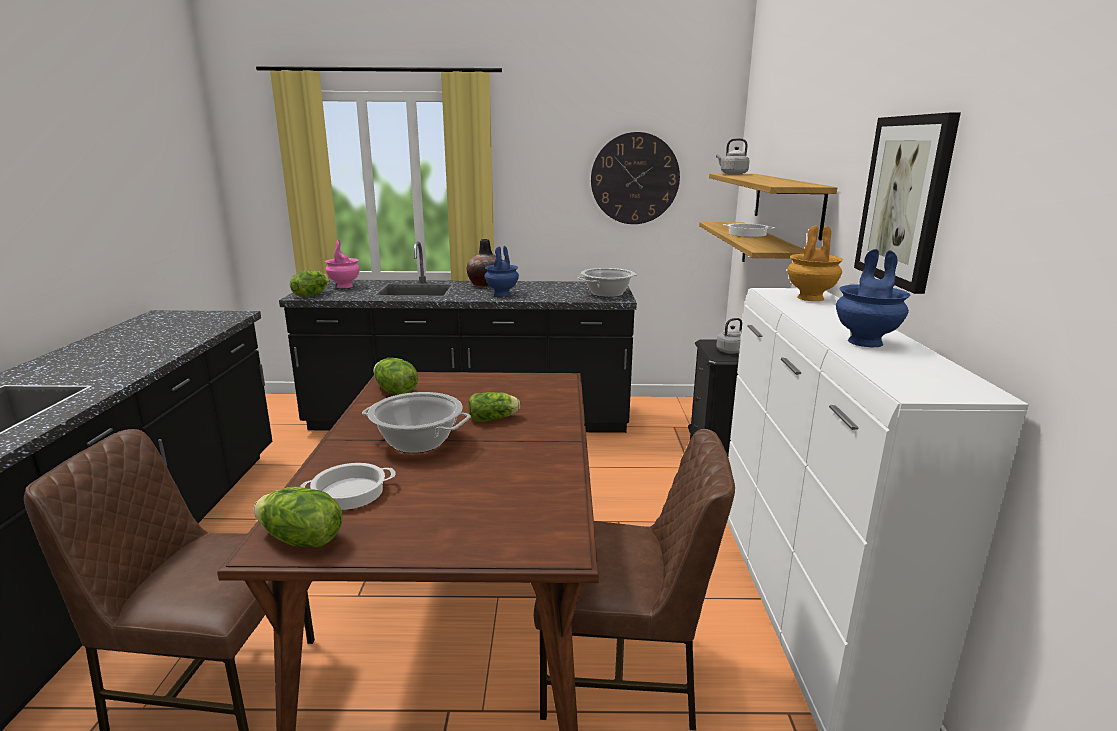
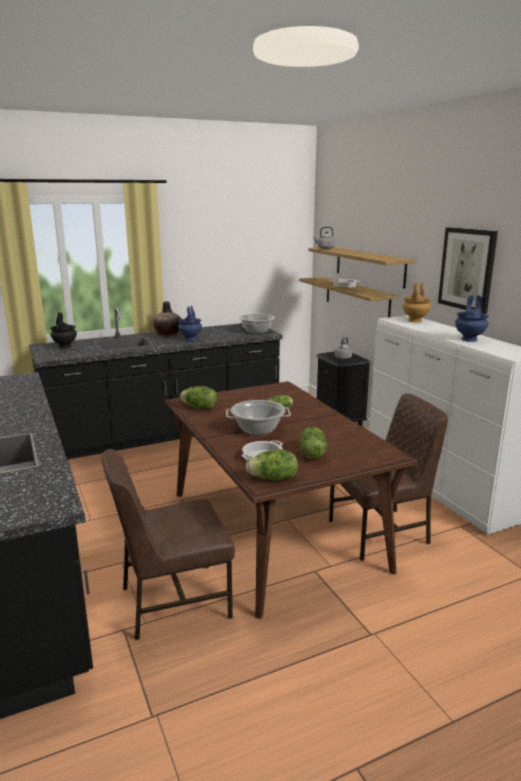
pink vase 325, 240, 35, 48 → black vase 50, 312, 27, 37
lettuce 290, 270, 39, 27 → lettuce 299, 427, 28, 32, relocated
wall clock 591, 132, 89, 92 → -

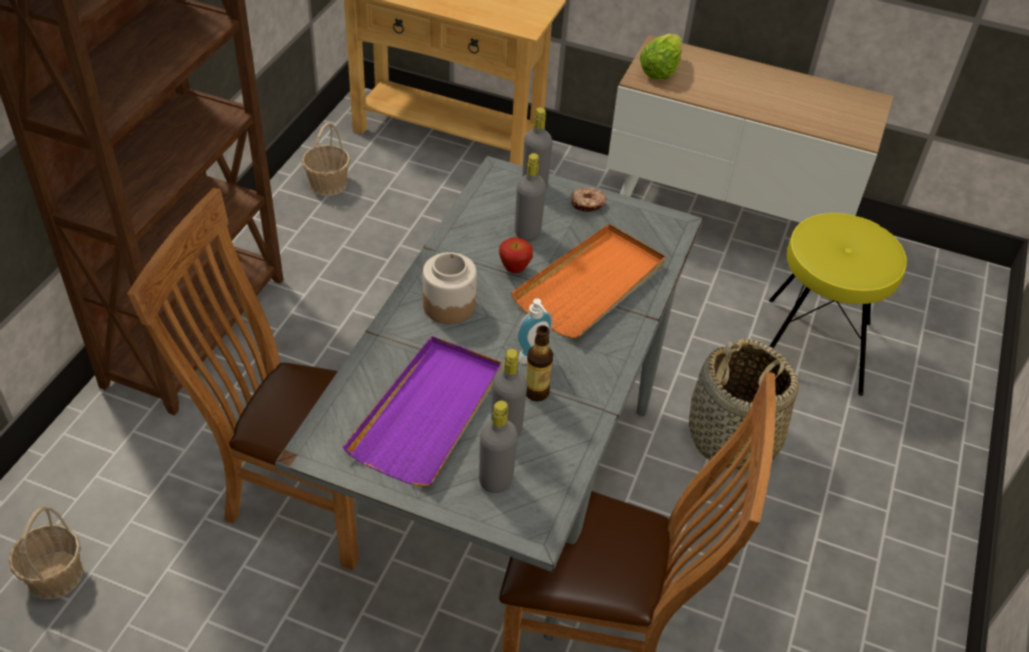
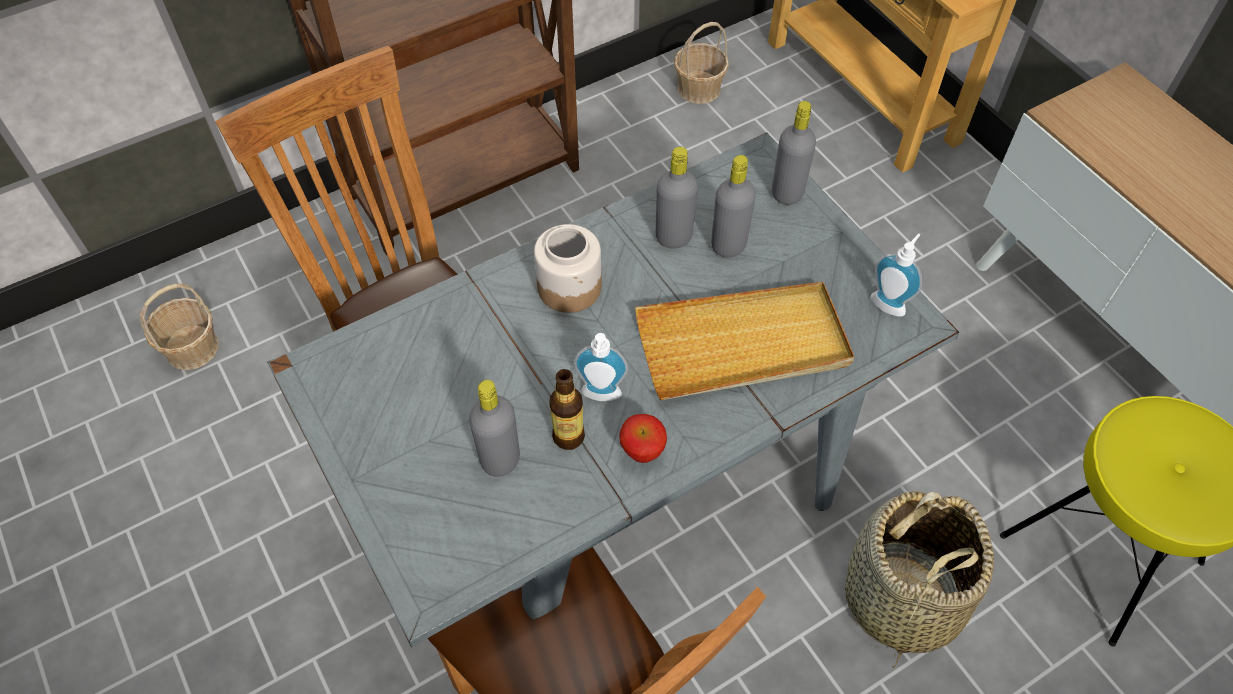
apple 499, 237, 34, 36 → apple 619, 414, 48, 49, relocated
orange tray 511, 224, 155, 115 → beige tray 635, 282, 219, 118
grey bottle 479, 401, 39, 92 → grey bottle 656, 147, 42, 102, relocated
- → soap dispenser 871, 234, 51, 83
purple tray 343, 336, 159, 151 → -
donut 571, 188, 36, 24 → -
lettuce 640, 34, 42, 45 → -

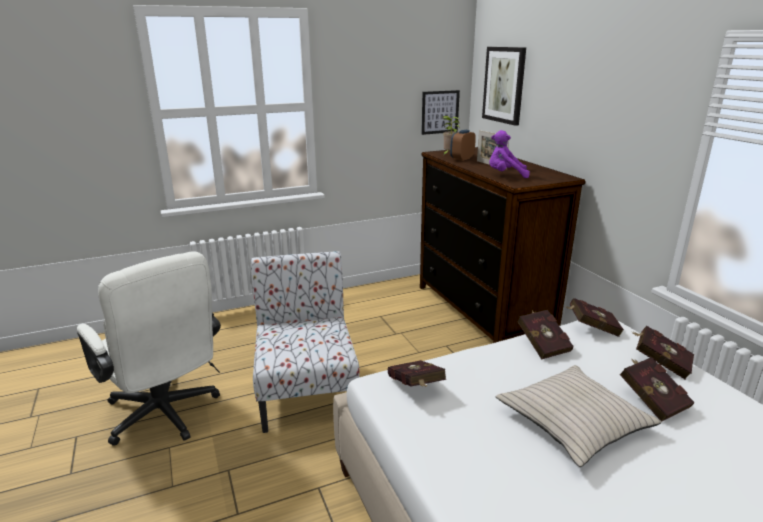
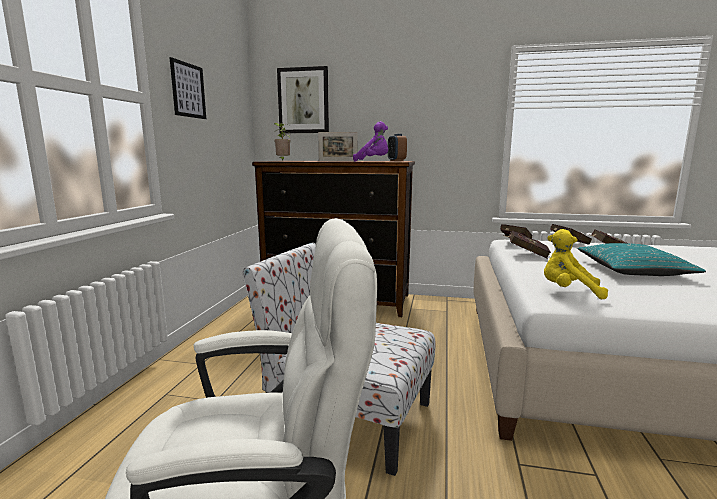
picture 421, 90, 39, 45 → picture 169, 57, 37, 62, relocated
purple plush toy 489, 130, 41, 48 → purple plush toy 353, 121, 35, 41, 120 degrees counterclockwise
alarm clock 450, 130, 26, 31 → alarm clock 388, 134, 19, 27, relocated
red book 388, 360, 58, 27 → yellow plush toy 544, 229, 64, 70
beige pillow 496, 365, 166, 102 → turquoise pillow 577, 243, 129, 33

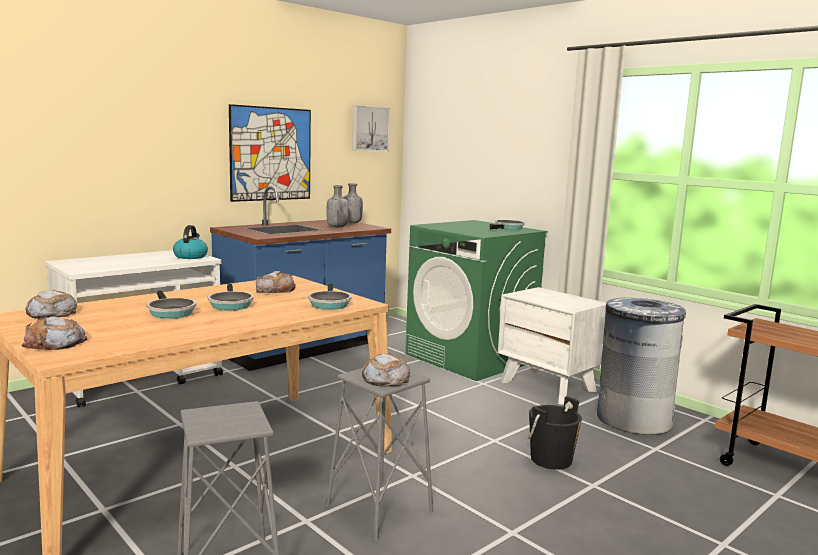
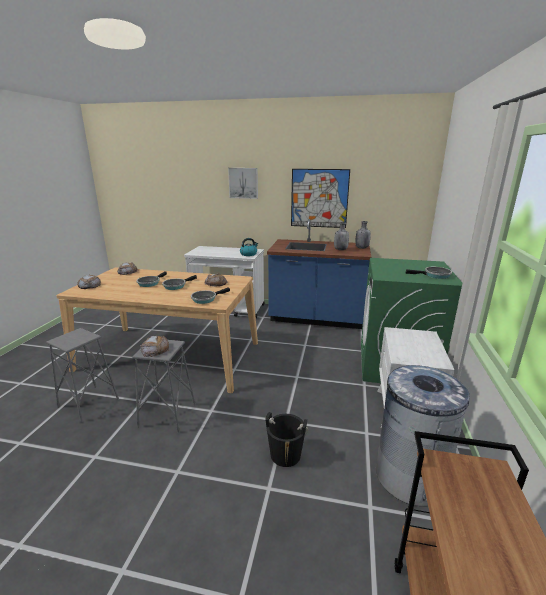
picture 352, 105, 38, 46 → picture 228, 168, 30, 31, relocated

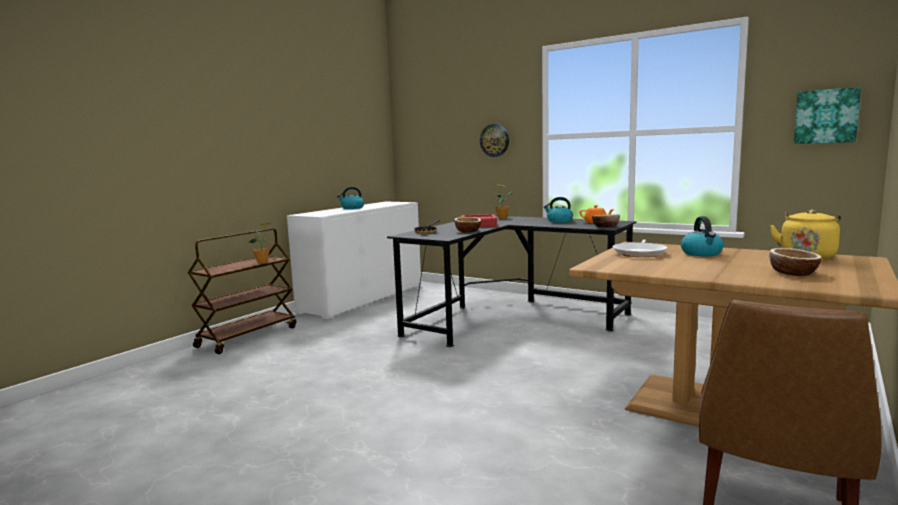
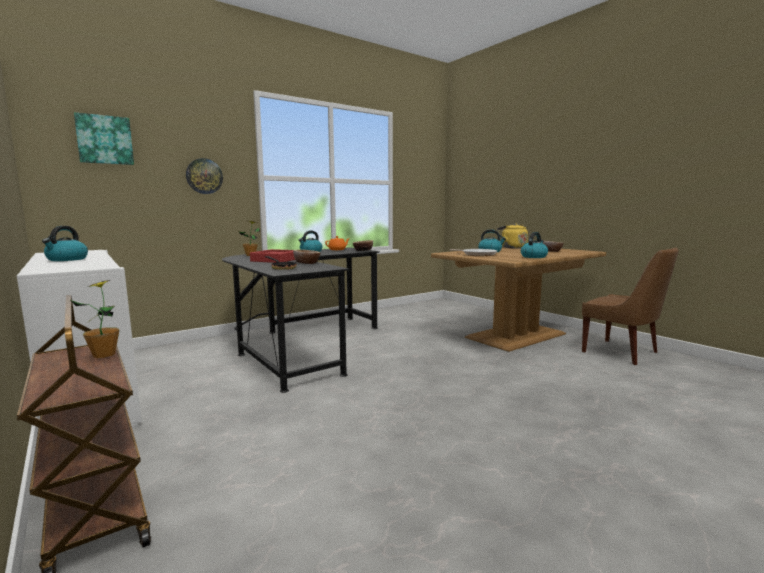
picture 794, 87, 67, 57 → picture 74, 112, 60, 53, relocated
- → kettle 521, 232, 27, 26

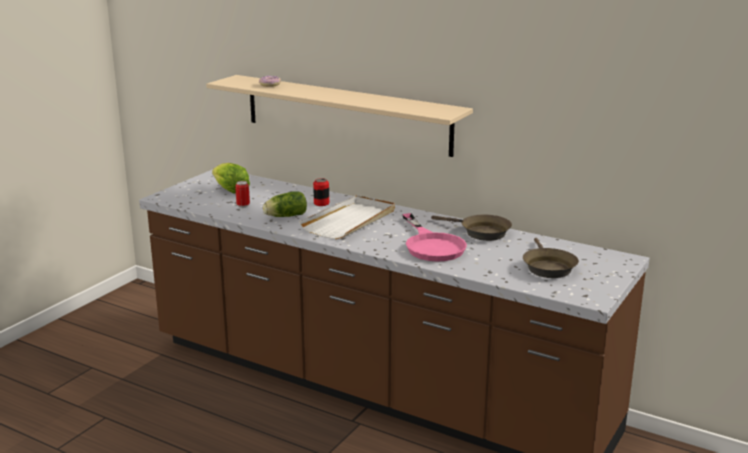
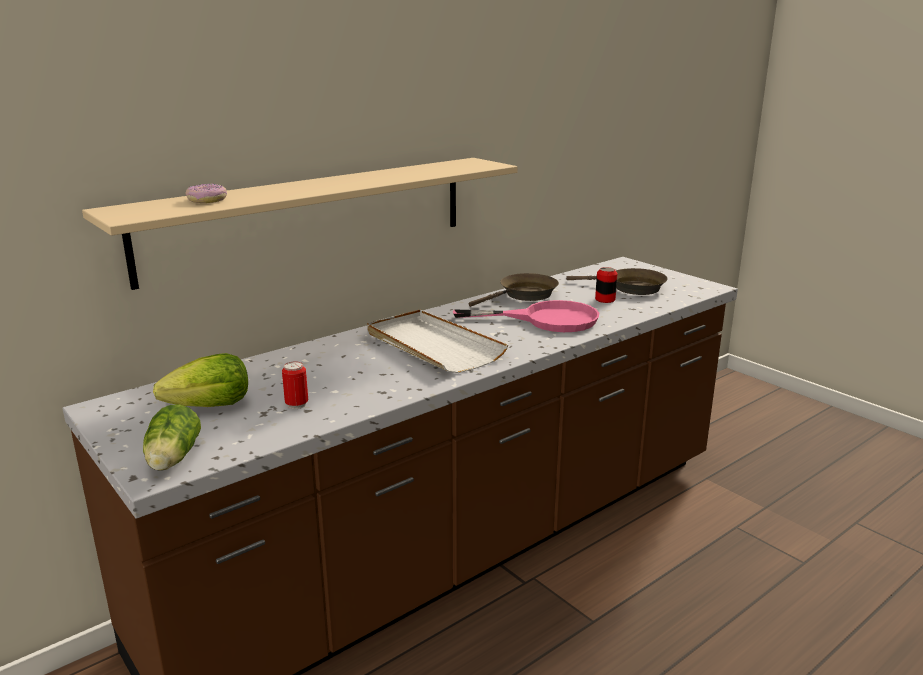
lettuce 263, 191, 44, 26 → lettuce 143, 405, 58, 66, relocated
can 313, 178, 16, 28 → can 595, 267, 23, 36, relocated

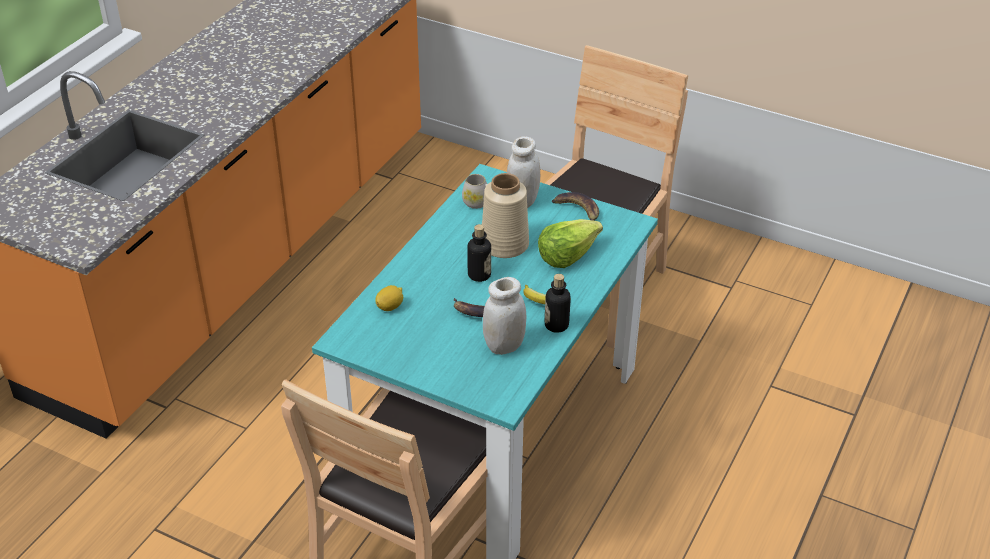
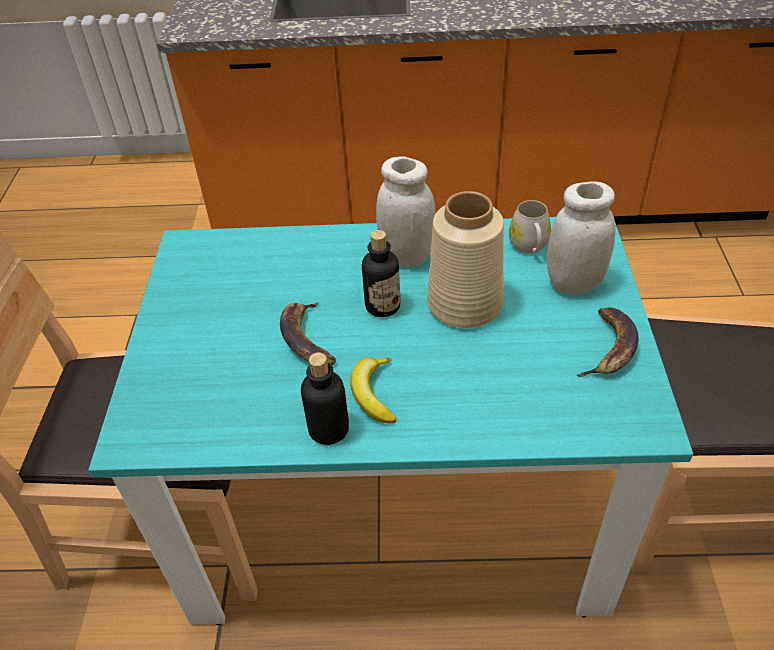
white jar 483, 277, 44, 78 → white jar 376, 156, 59, 111, relocated
lemon 375, 285, 28, 26 → -
lettuce 538, 219, 65, 49 → -

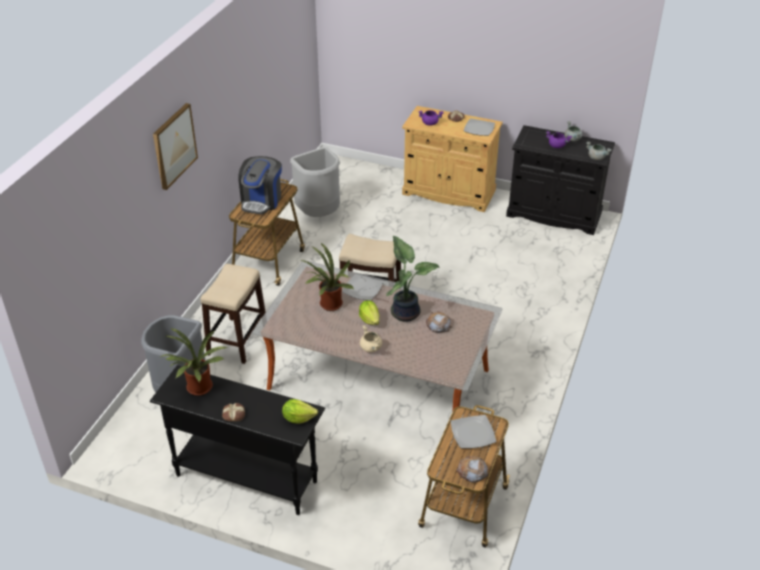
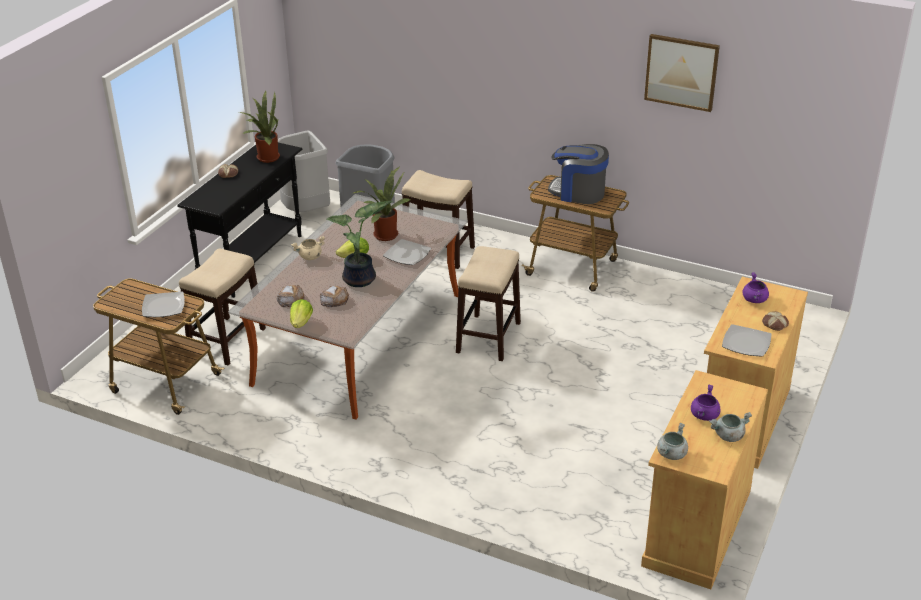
- → stool 179, 249, 87, 116
bread 456, 456, 32, 26 → bread 276, 285, 29, 22, relocated
grey trash can 290, 147, 50, 70 → grey trash can 278, 130, 52, 82, relocated
lettuce 282, 399, 36, 25 → lettuce 290, 299, 23, 29, relocated
black cabinet 506, 125, 109, 110 → beige cabinet 641, 370, 127, 219
picture 153, 103, 45, 87 → picture 644, 34, 76, 78, relocated

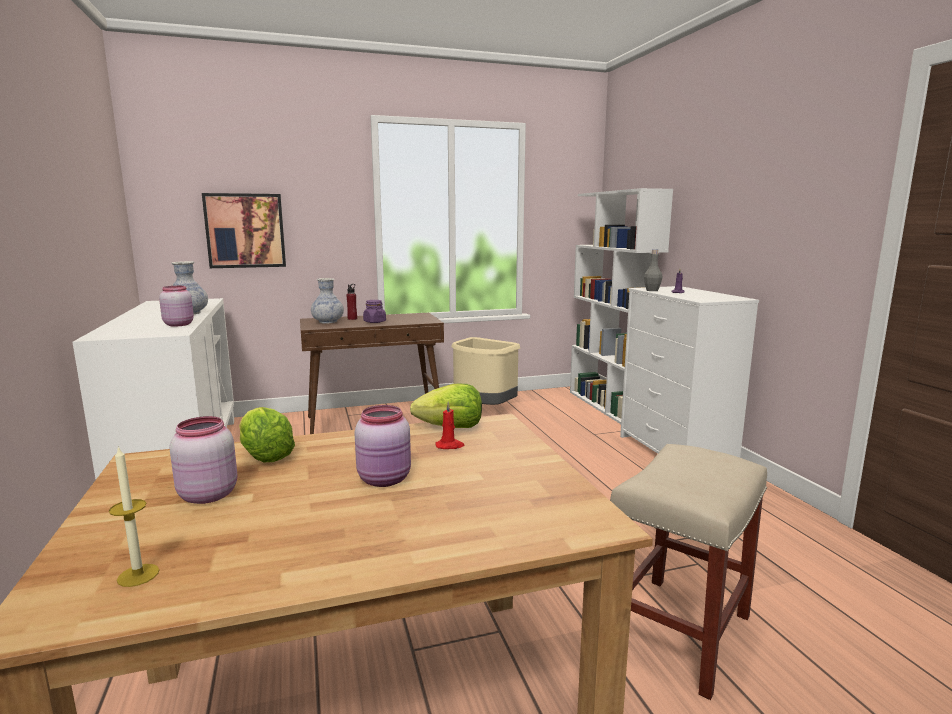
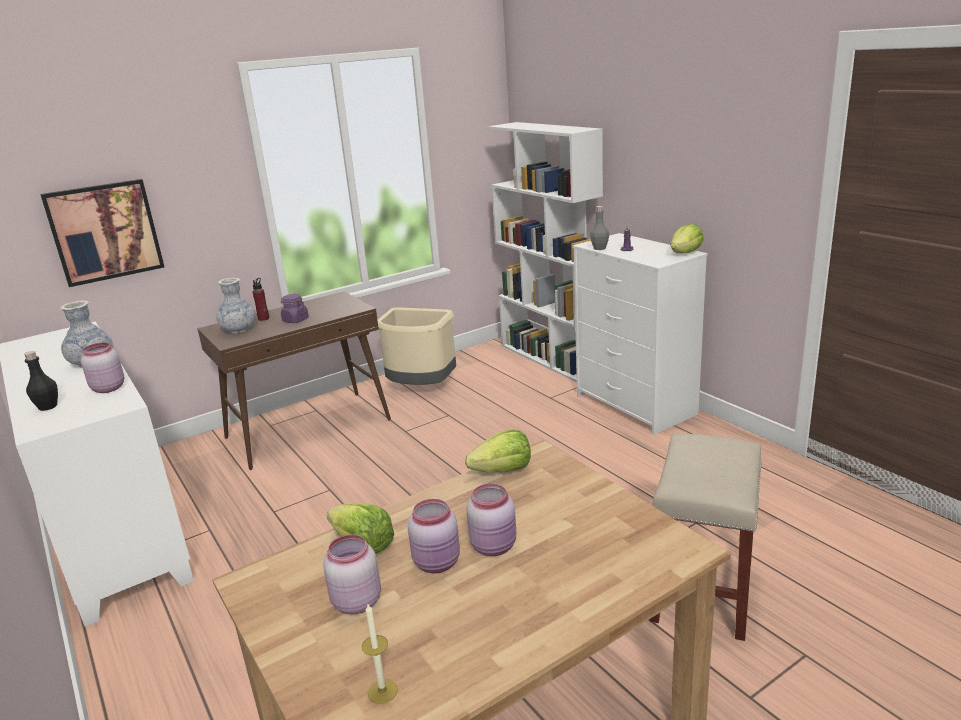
- → black bottle 24, 351, 34, 60
- → pink jar 408, 499, 52, 74
- → lettuce 670, 224, 34, 30
red candle 435, 401, 29, 48 → -

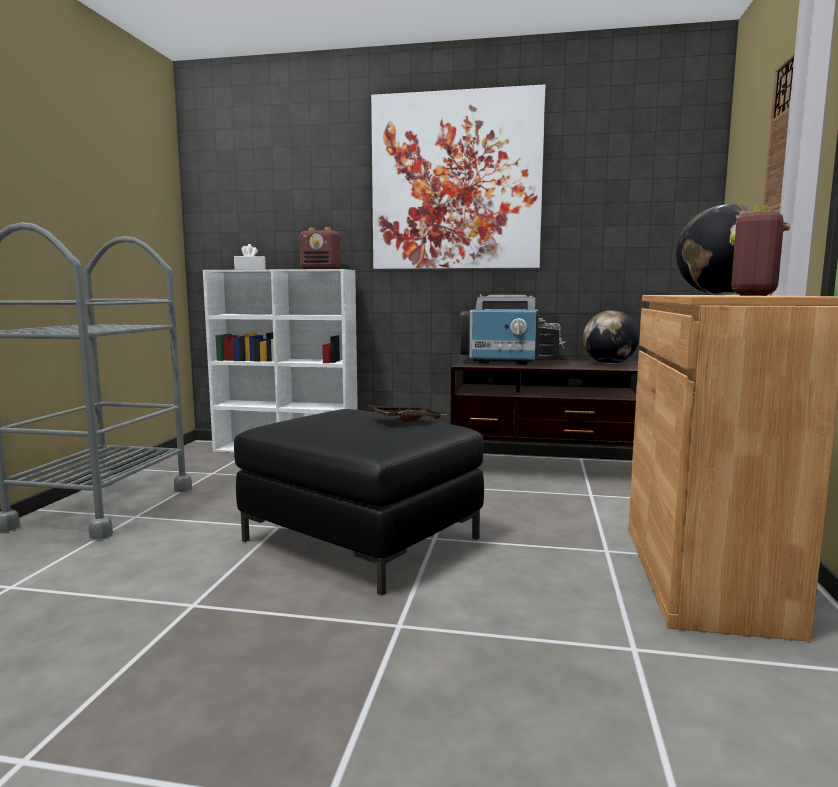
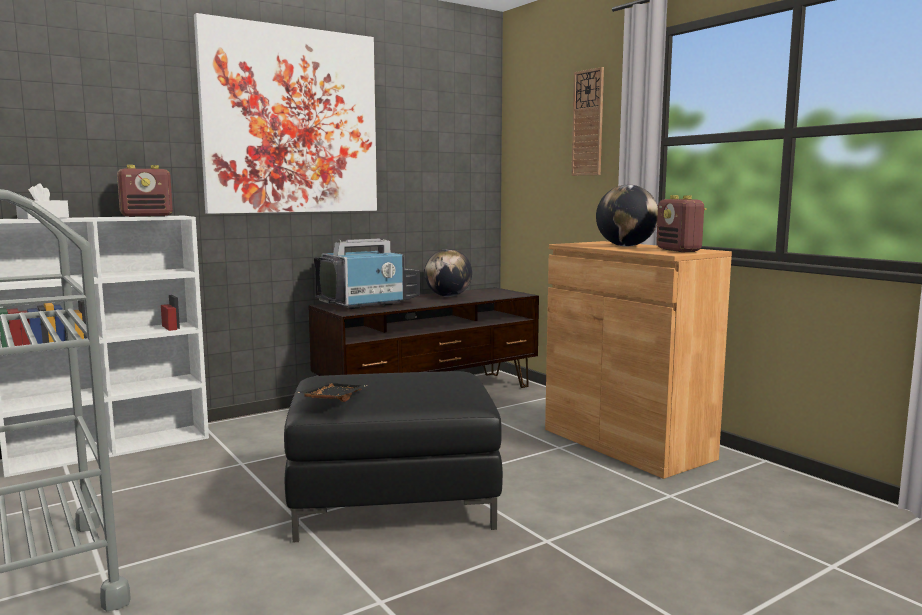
black tray 369, 406, 77, 16 → black tray 297, 382, 71, 20, relocated

